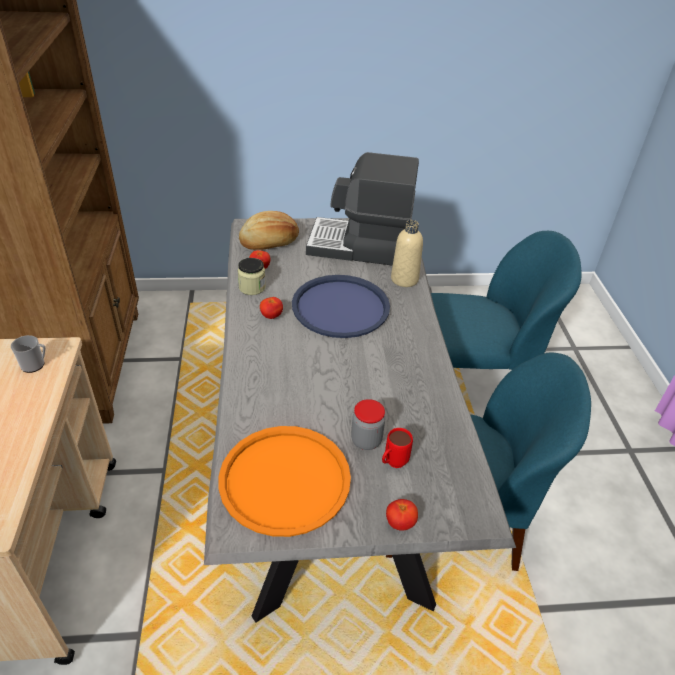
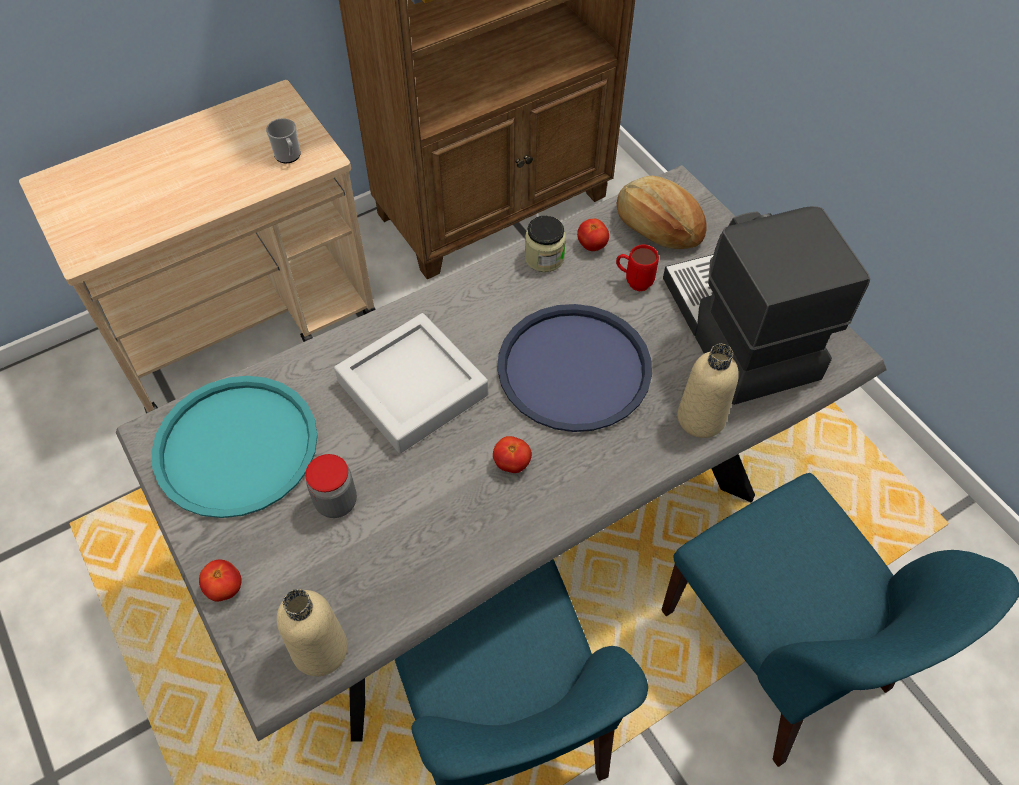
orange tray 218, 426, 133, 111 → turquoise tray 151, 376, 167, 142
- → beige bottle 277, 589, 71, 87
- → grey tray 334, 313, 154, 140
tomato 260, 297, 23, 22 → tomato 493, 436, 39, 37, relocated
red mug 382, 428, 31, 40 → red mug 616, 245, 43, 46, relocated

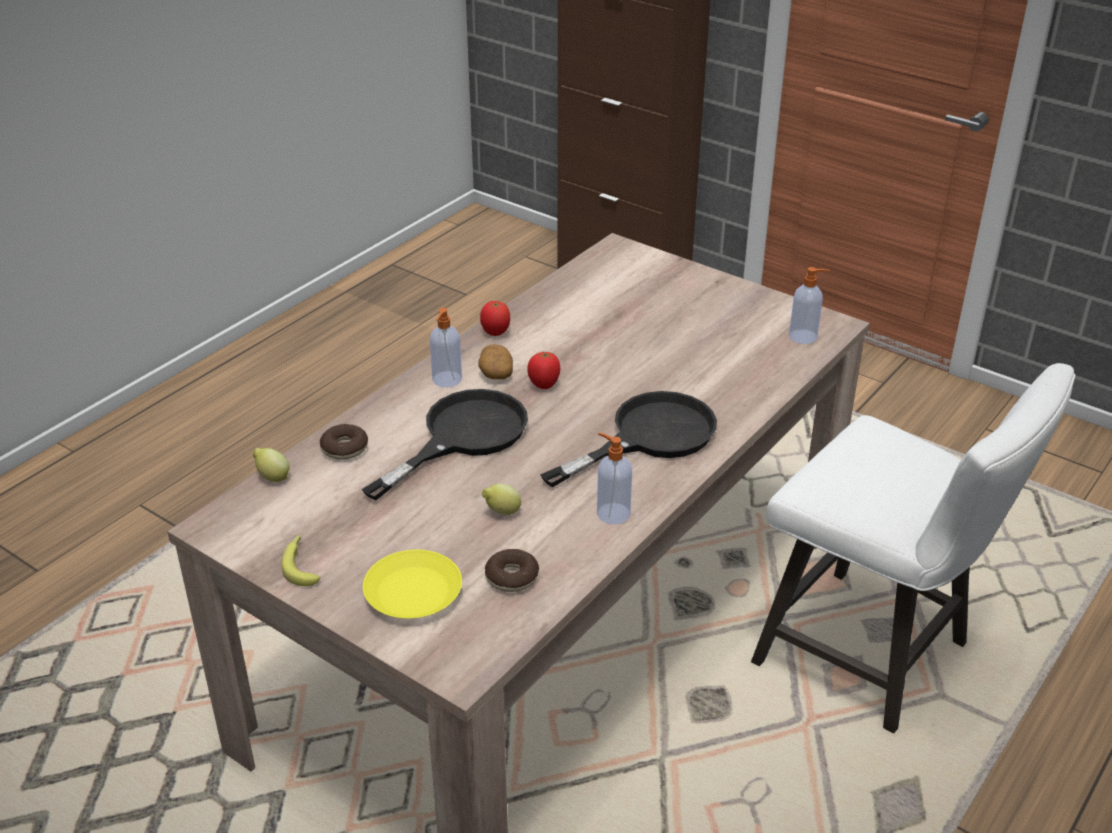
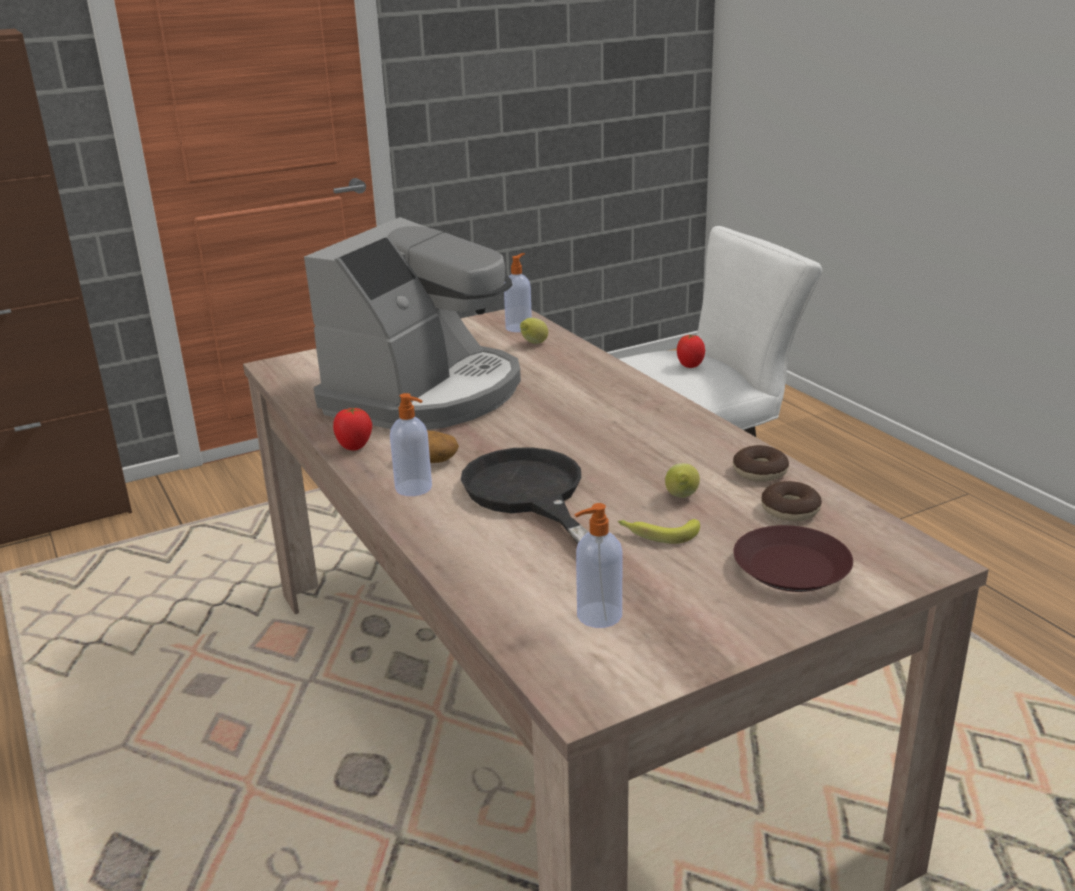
- → coffee machine 304, 217, 217, 213
lemon 253, 448, 37, 34 → lemon 520, 318, 28, 26, relocated
soap dispenser 597, 433, 35, 91 → soap dispenser 574, 503, 49, 125, relocated
banana 282, 534, 38, 52 → banana 618, 519, 82, 25, relocated
tomato 527, 352, 33, 37 → tomato 677, 334, 28, 34, relocated
donut 320, 424, 48, 36 → donut 733, 445, 56, 37, relocated
yellow plate 363, 550, 99, 68 → brown plate 734, 525, 119, 67
black frying pan 540, 391, 177, 96 → -

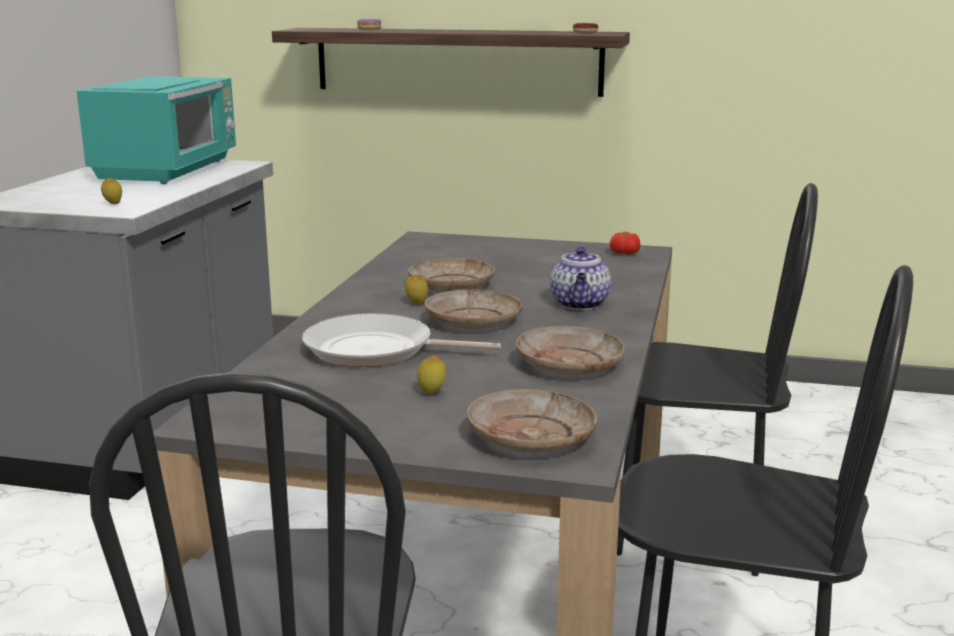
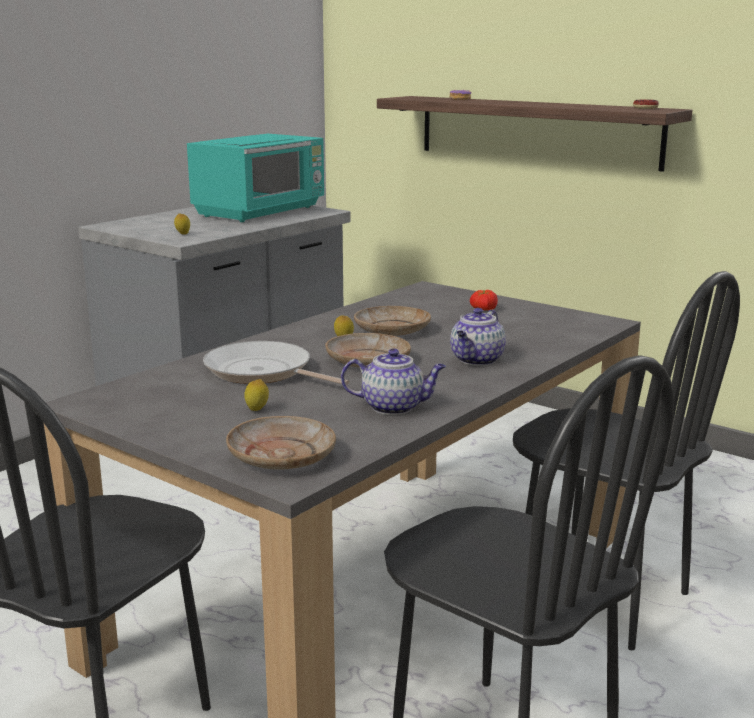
beige plate 516, 326, 109, 49 → teapot 341, 349, 105, 66
tomato 610, 232, 30, 23 → tomato 470, 290, 28, 21, relocated

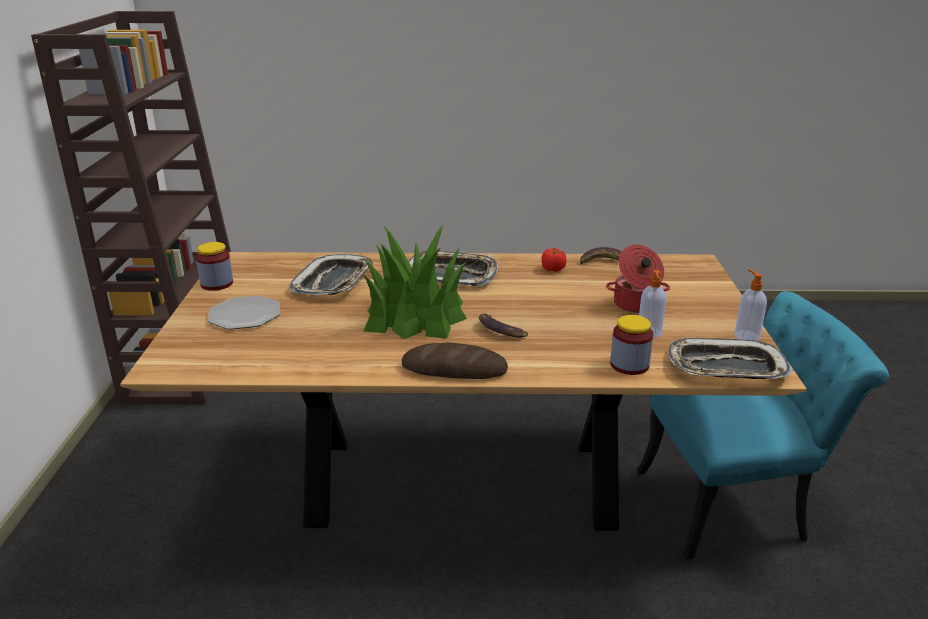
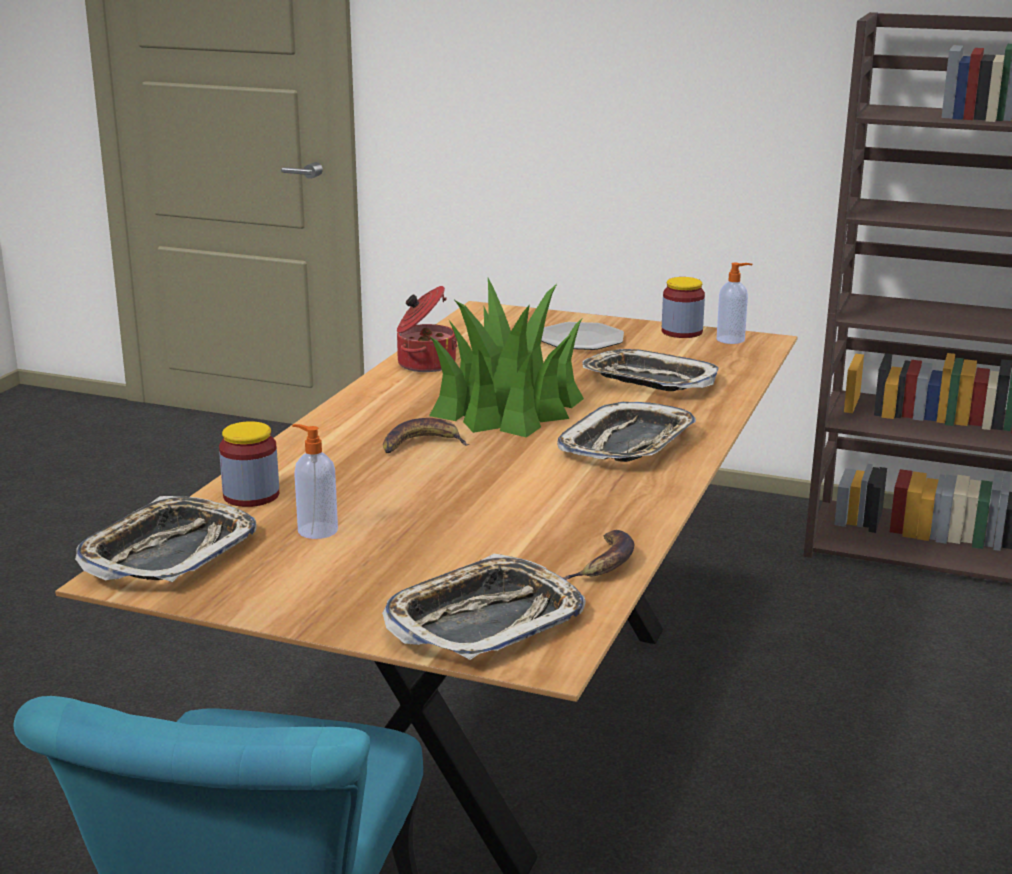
- → tray 382, 554, 204, 106
cooking pot 606, 244, 64, 69 → cooking pot 397, 286, 61, 86, relocated
soap dispenser 735, 269, 32, 72 → soap dispenser 717, 263, 35, 81, relocated
bread 402, 342, 106, 37 → -
tomato 542, 248, 24, 24 → -

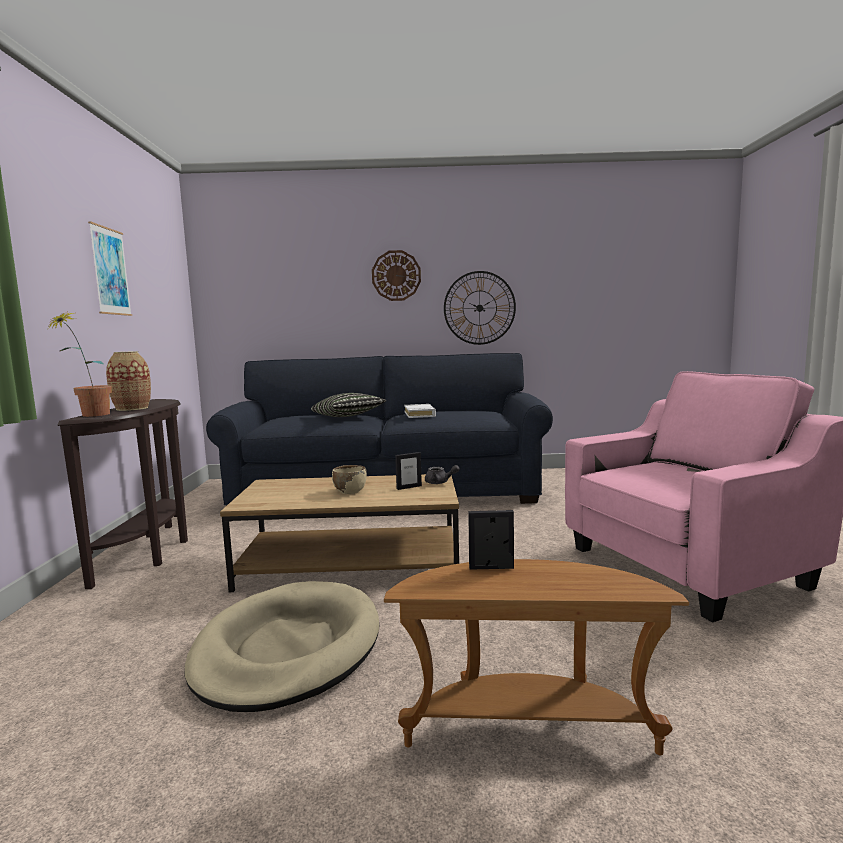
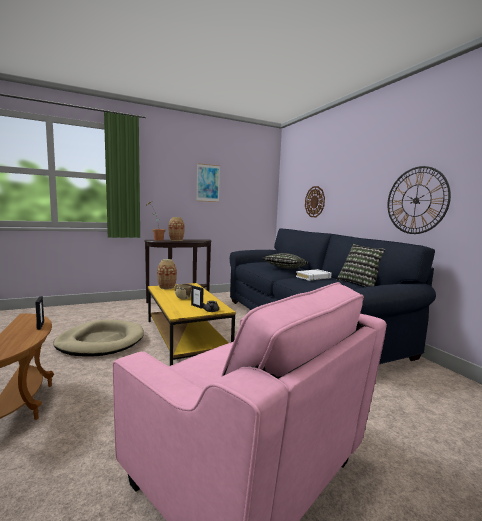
brown coffee table 220, 474, 239, 118 → yellow coffee table 148, 283, 88, 83
- → vase 157, 259, 20, 30
wall clock 372, 250, 49, 51 → wall clock 305, 186, 20, 31, relocated
- → pillow 336, 244, 49, 43

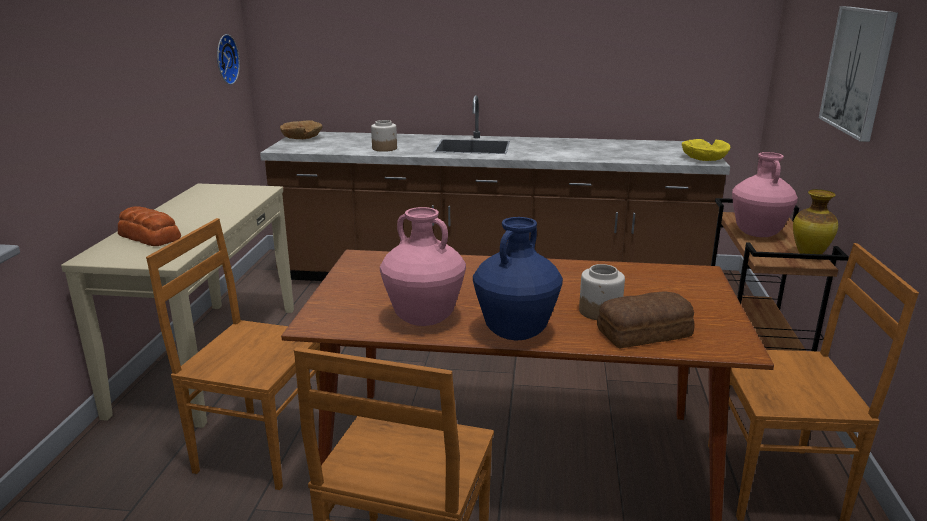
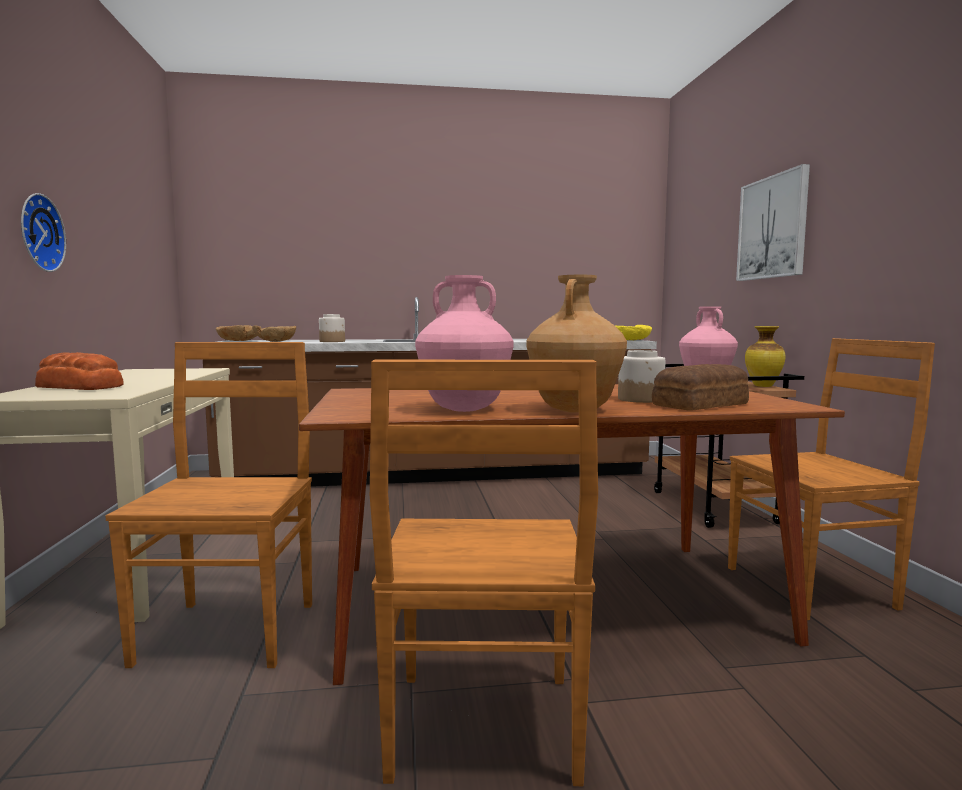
wall clock 217, 34, 23, 51 → wall clock 21, 193, 45, 79, relocated
brown chair 146, 218, 174, 272 → brown chair 105, 342, 207, 326, 90 degrees clockwise
- → brown bowl 252, 325, 44, 17
blue vase 473, 217, 90, 123 → brown vase 527, 275, 100, 138

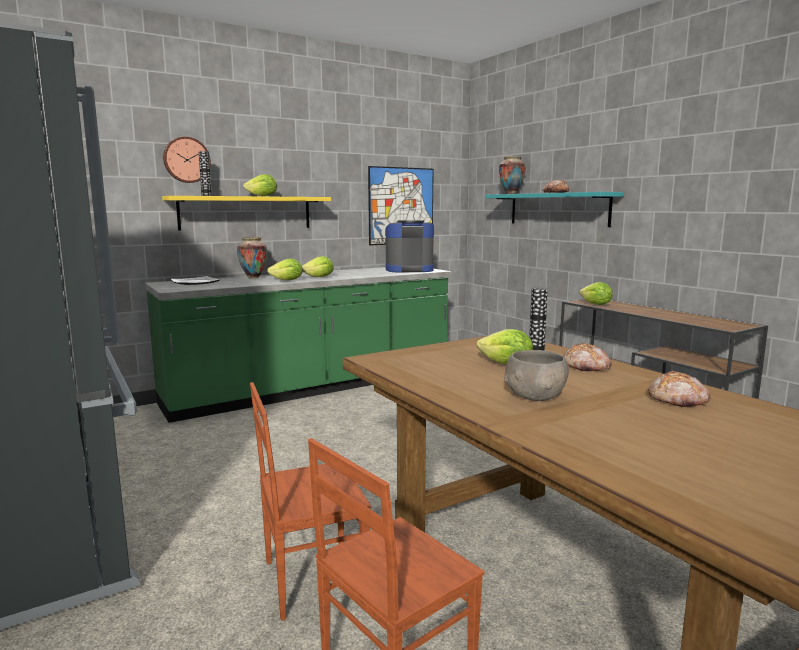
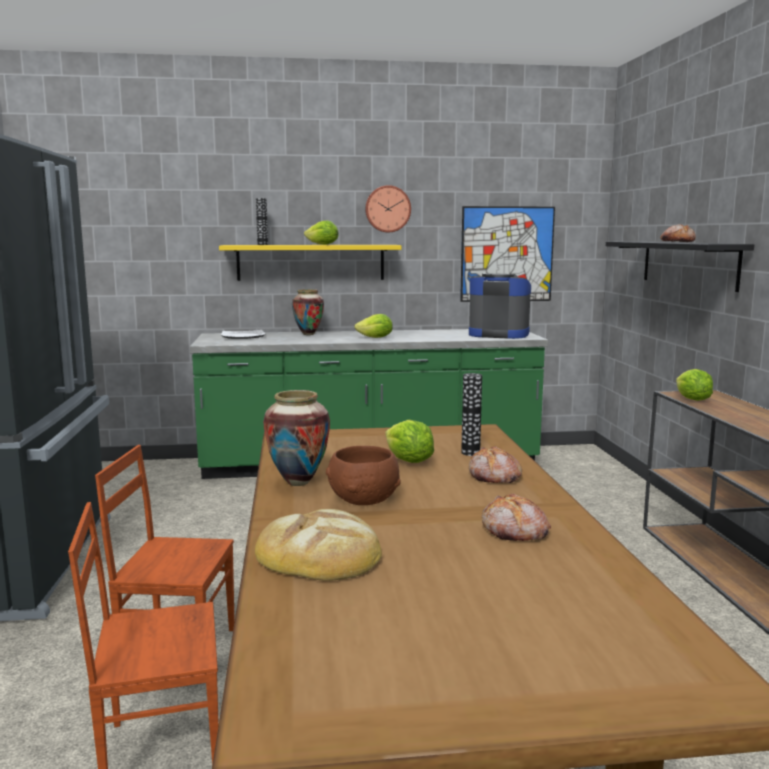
- → bread 255, 509, 127, 72
vase 499, 156, 27, 38 → vase 263, 390, 67, 96, relocated
grey bowl 504, 350, 65, 51 → brown bowl 326, 446, 75, 59
wall clock 163, 137, 48, 46 → wall clock 365, 185, 46, 48, relocated
turquoise shelf 485, 192, 139, 35 → black shelf 606, 241, 148, 51
lettuce 267, 258, 36, 22 → -

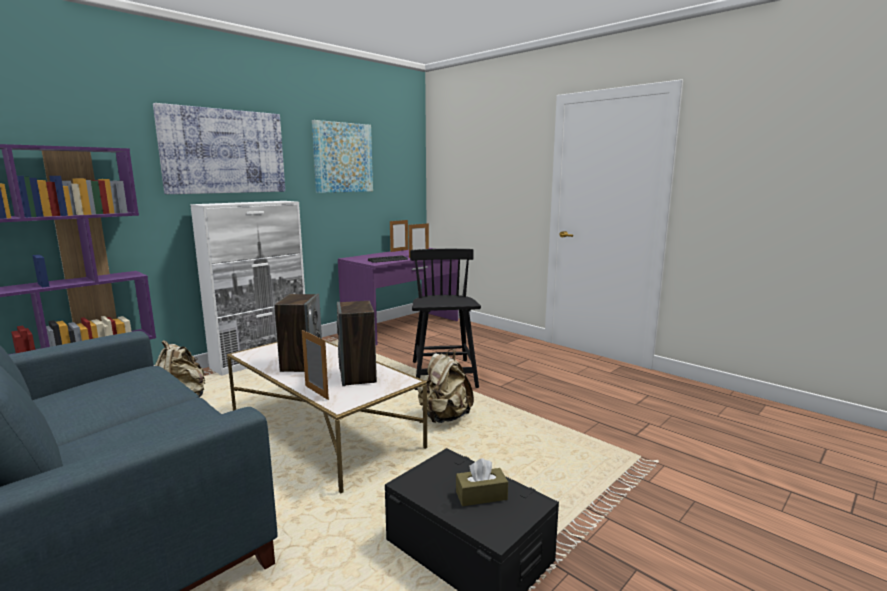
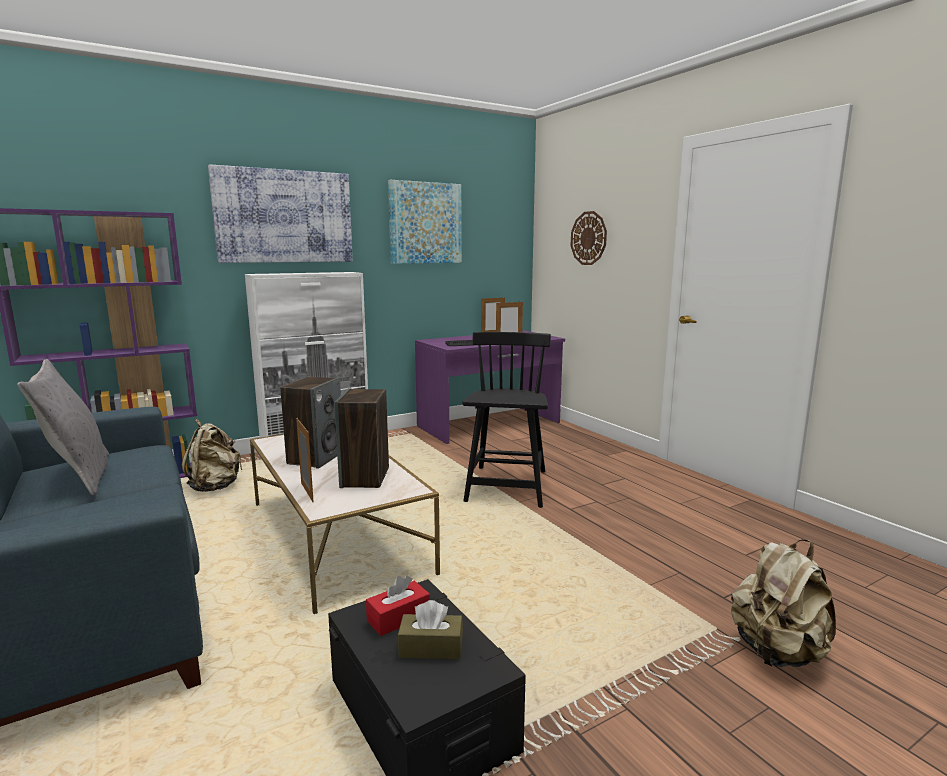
- → grey pillow 17, 359, 92, 136
- → red tissue box 366, 575, 64, 61
- → wall clock 571, 211, 36, 54
beige backpack 417, 349, 57, 74 → beige backpack 731, 540, 105, 127, relocated

